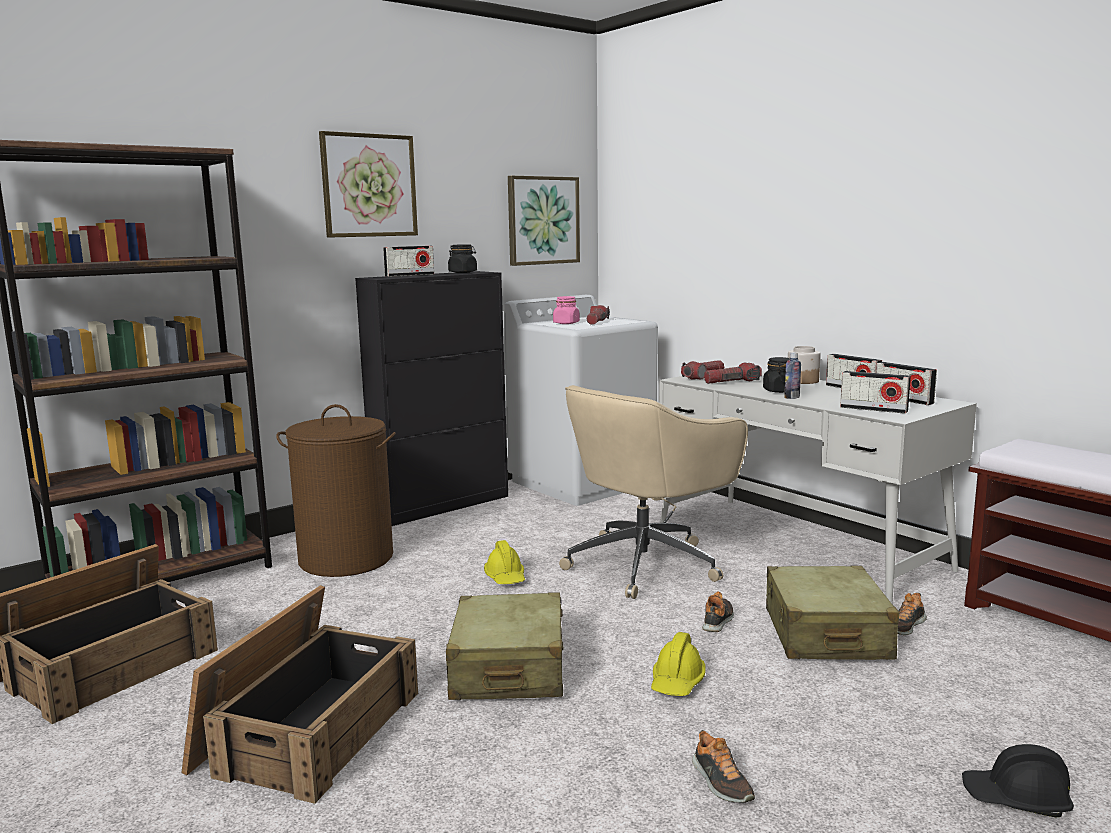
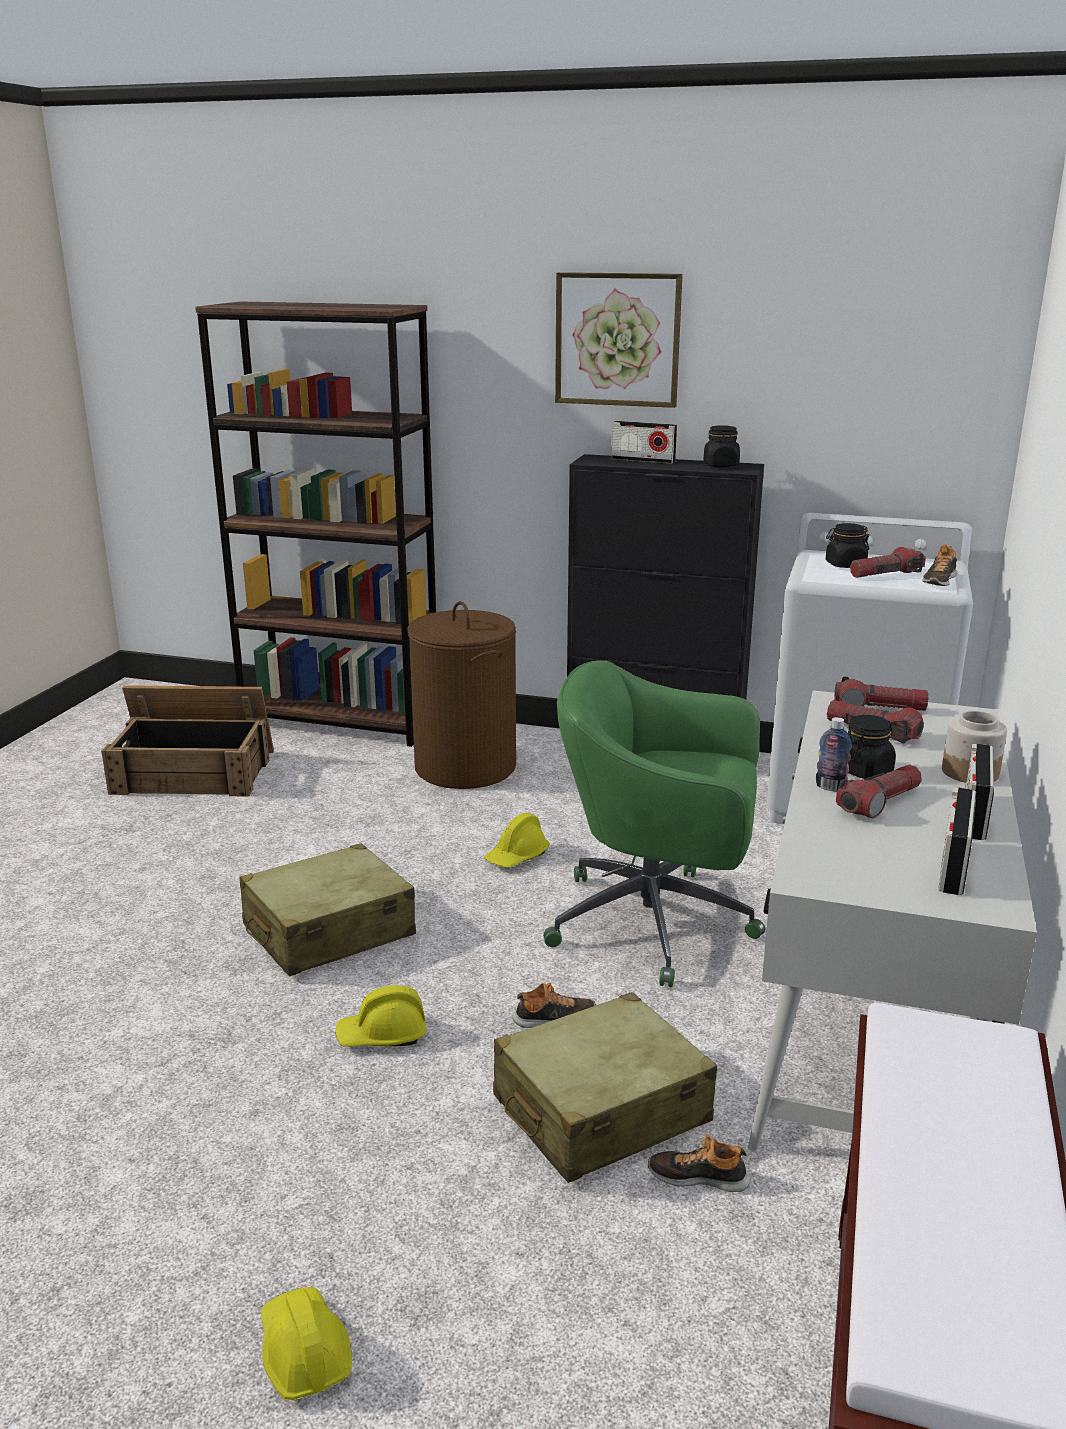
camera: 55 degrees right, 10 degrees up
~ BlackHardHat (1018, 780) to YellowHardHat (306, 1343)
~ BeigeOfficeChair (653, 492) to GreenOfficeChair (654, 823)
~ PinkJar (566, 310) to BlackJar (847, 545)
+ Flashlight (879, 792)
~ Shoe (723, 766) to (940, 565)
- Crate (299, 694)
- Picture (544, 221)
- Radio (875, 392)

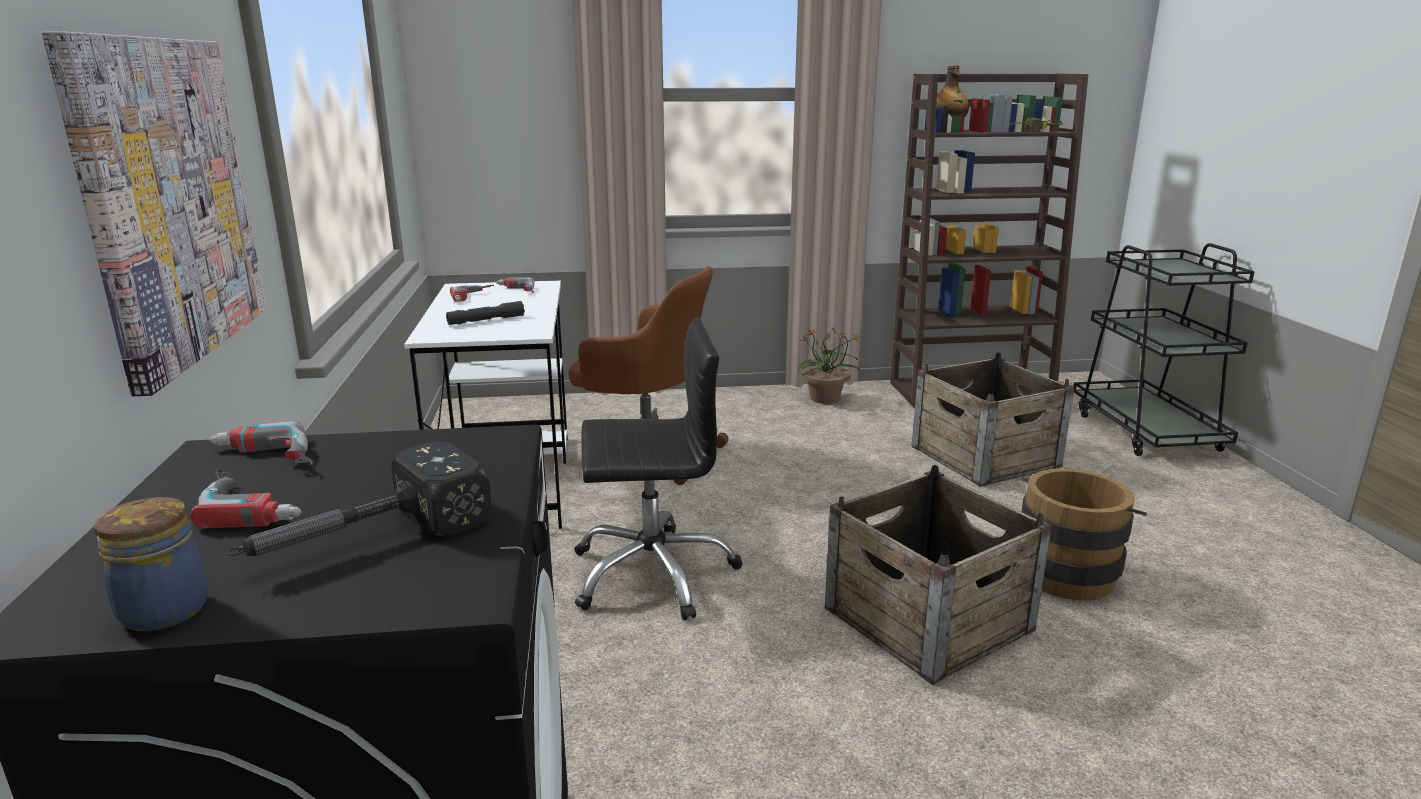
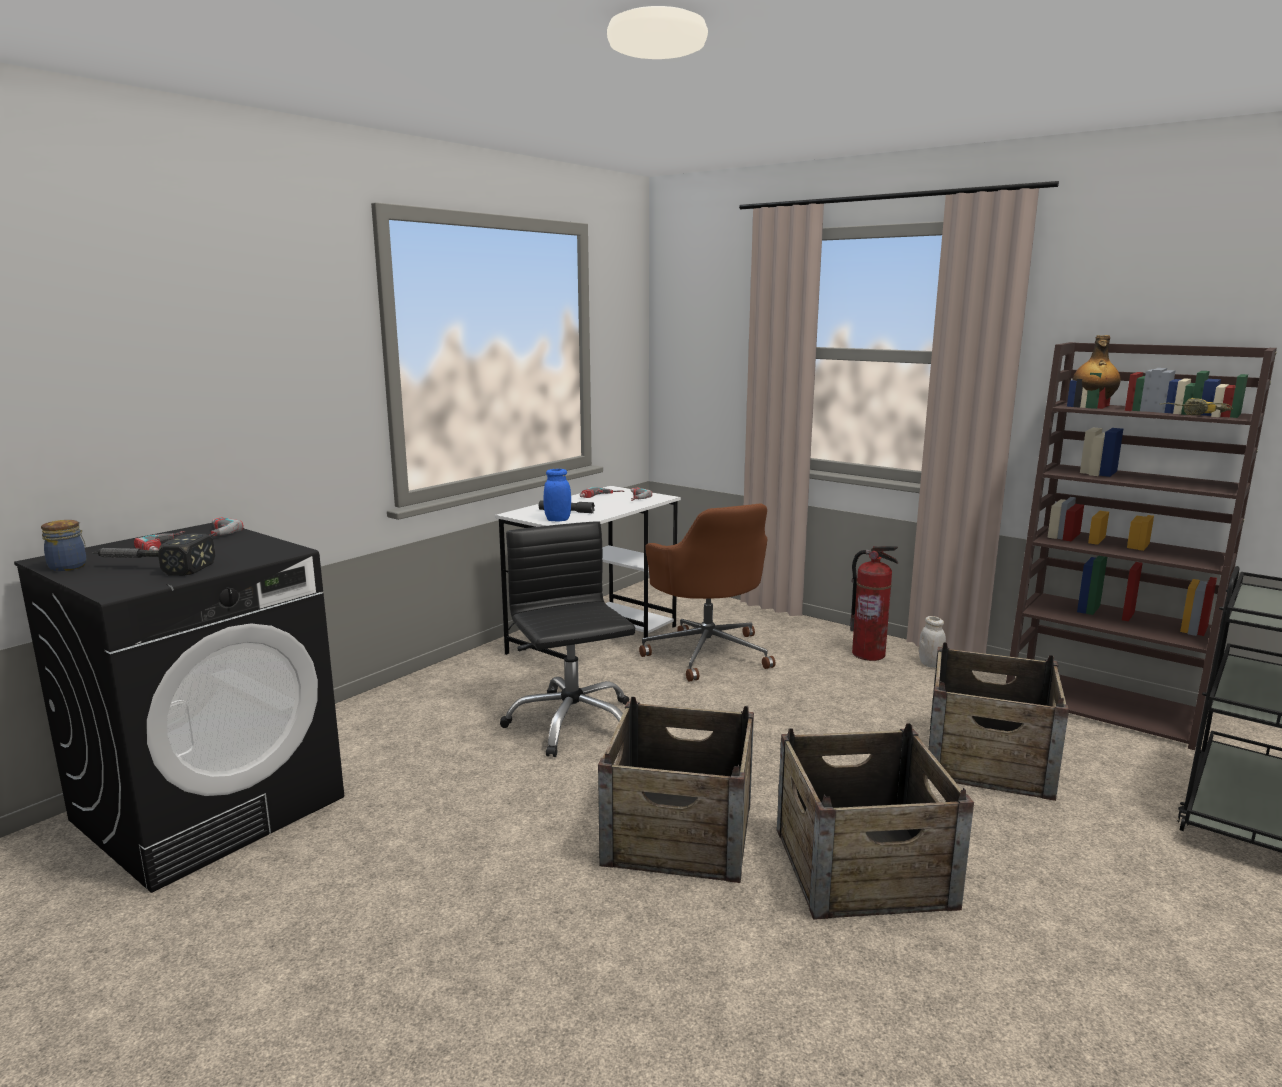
camera: 45 degrees right, 5 degrees down
~ BlackOfficeChair (658, 469) = (567, 639) 150 degrees counterclockwise
+ BlueJar (557, 495)
~ BrownBucket (1084, 534) to Crate (875, 821)
+ FireExtinguisher (874, 603)
~ PottedPlant (829, 366) to WhiteJar (932, 642)
- Picture (154, 213)

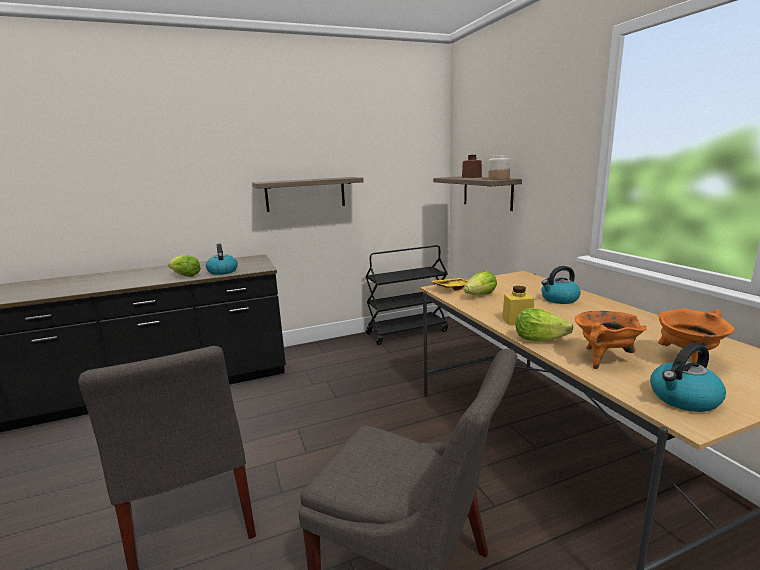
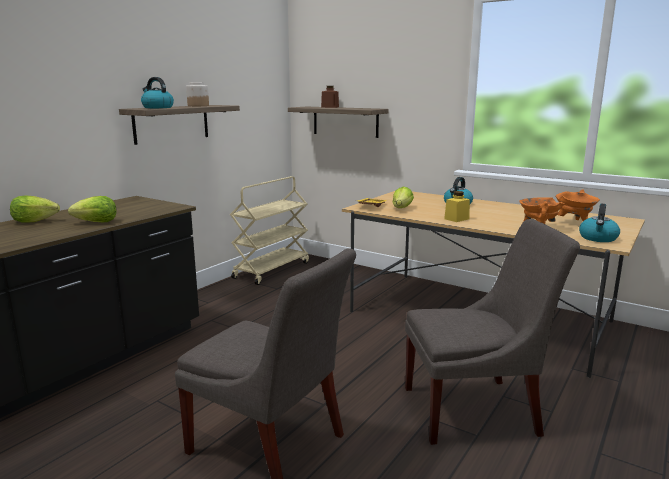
camera: 35 degrees left, 0 degrees up
~ Lettuce (544, 325) to (35, 209)
~ Kettle (222, 259) to (157, 92)
~ Jar (499, 167) to (197, 94)
~ BlackCart (407, 295) to BeigeCart (269, 230)

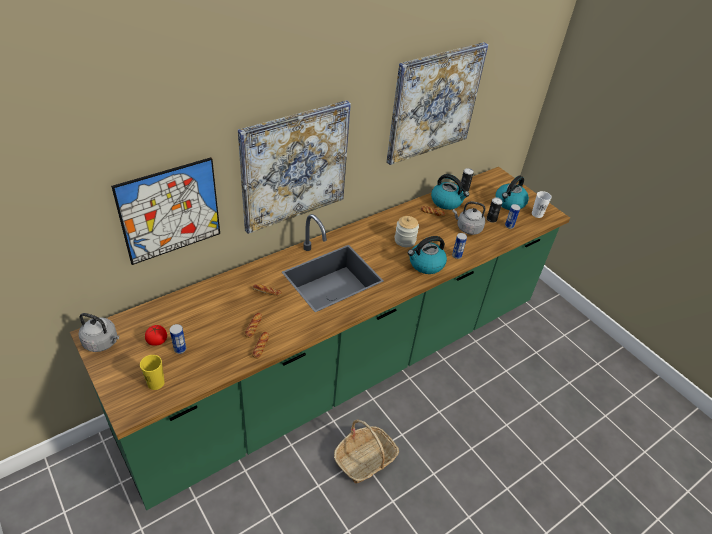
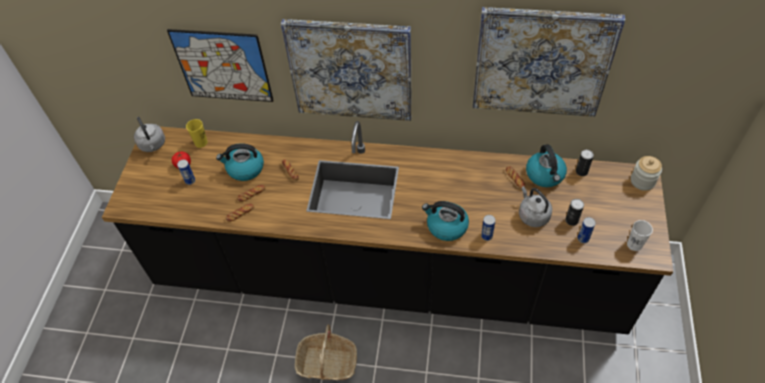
camera: 50 degrees right, 10 degrees up
~ GreenCounter (320, 338) to BlackCounter (387, 227)
~ YellowCup (152, 372) to (197, 133)
~ Kettle (512, 193) to (240, 162)
~ Jar (407, 231) to (646, 173)

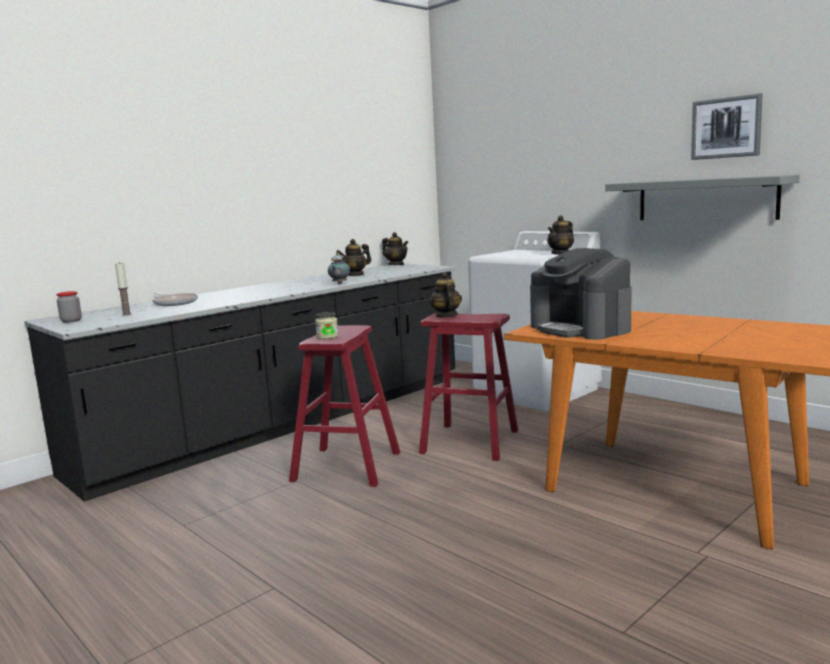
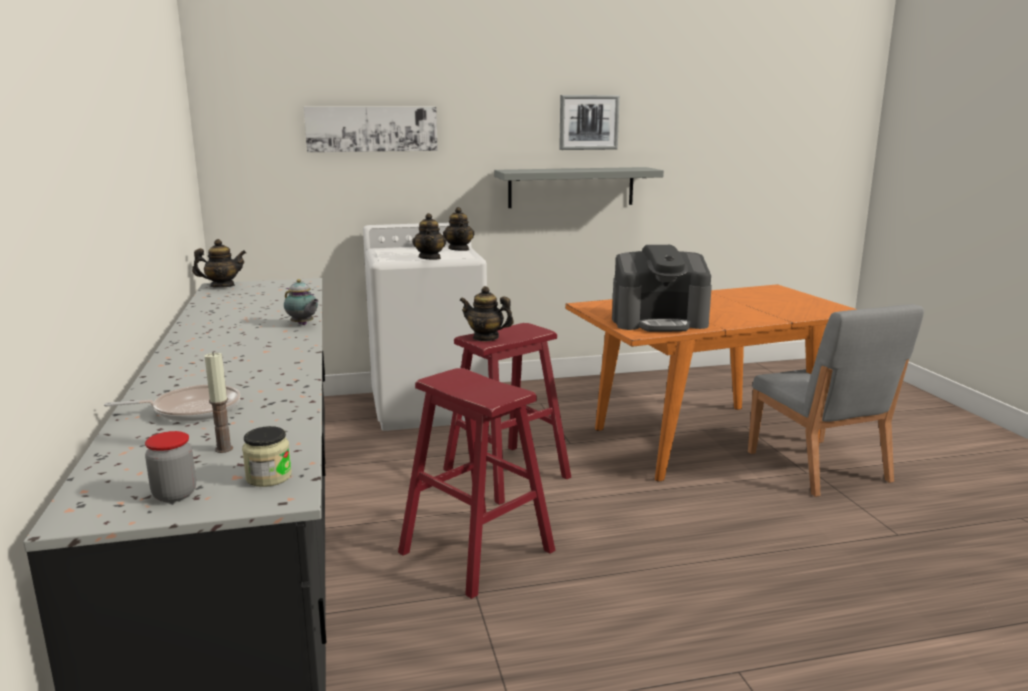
camera: 60 degrees left, 5 degrees up
~ Jar (326, 325) to (267, 456)
+ Picture (371, 129)
~ Teapot (353, 257) to (429, 236)
+ GreyChair (836, 400)

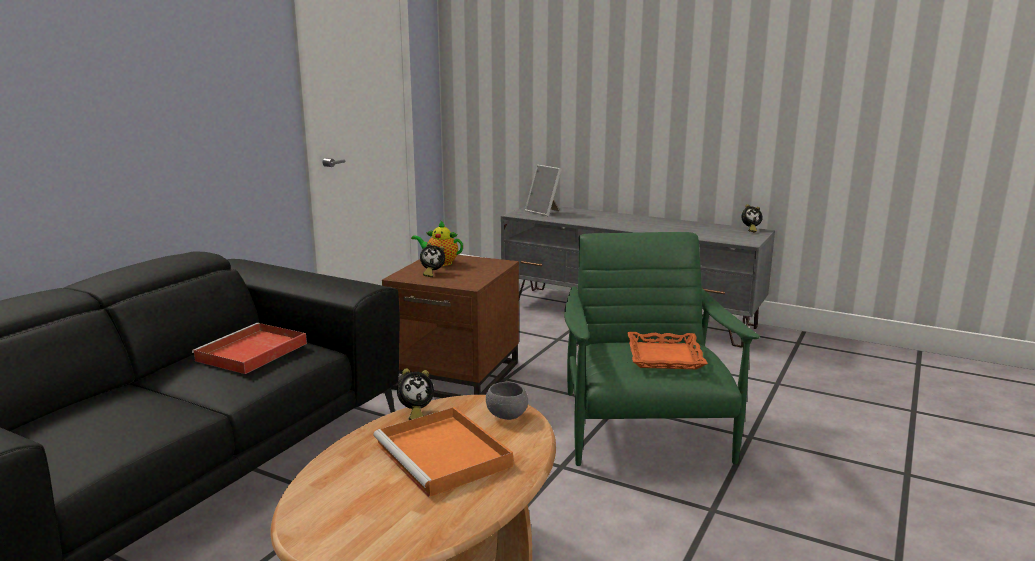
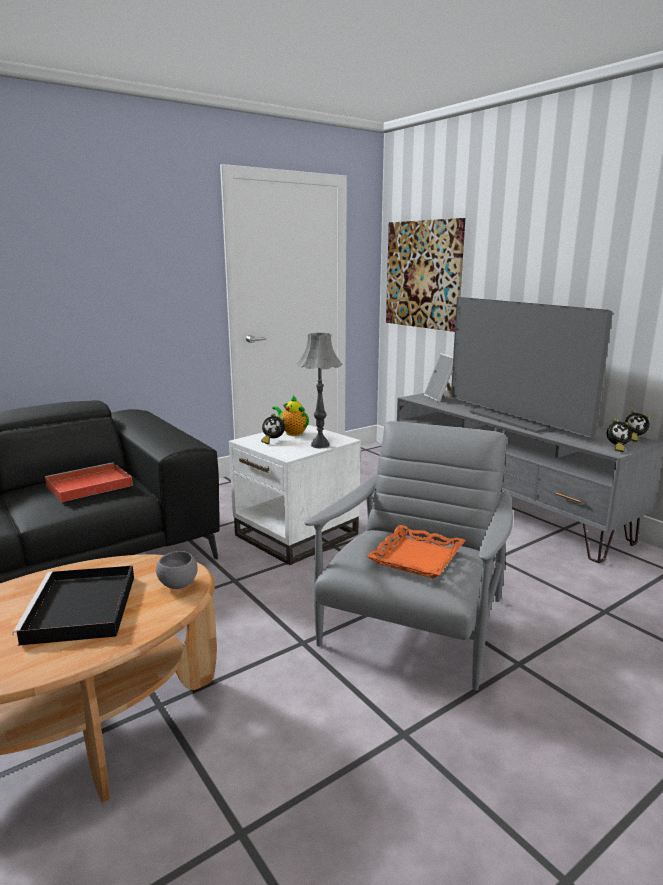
camera: 25 degrees right, 0 degrees up
~ OrangeTray (443, 452) to BlackTray (73, 605)
~ BrownSideTable (450, 326) to WhiteSideTable (295, 495)
+ GreyTableLamp (319, 390)
~ GreenArmchair (662, 349) to GreyArmchair (409, 556)
+ Picture (425, 275)
+ Television (532, 367)
~ AlarmClock (415, 394) to (619, 435)

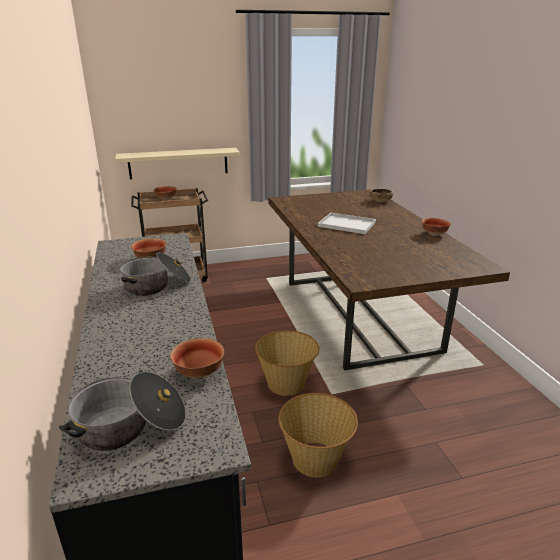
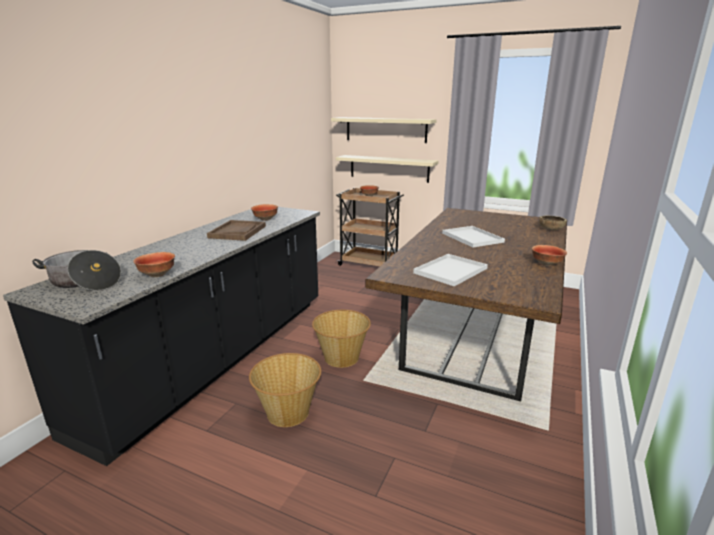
camera: 40 degrees right, 5 degrees down
~ CookingPot (155, 274) to BrownTray (236, 230)
+ BeigeShelf (384, 130)
+ WhiteTray (450, 270)

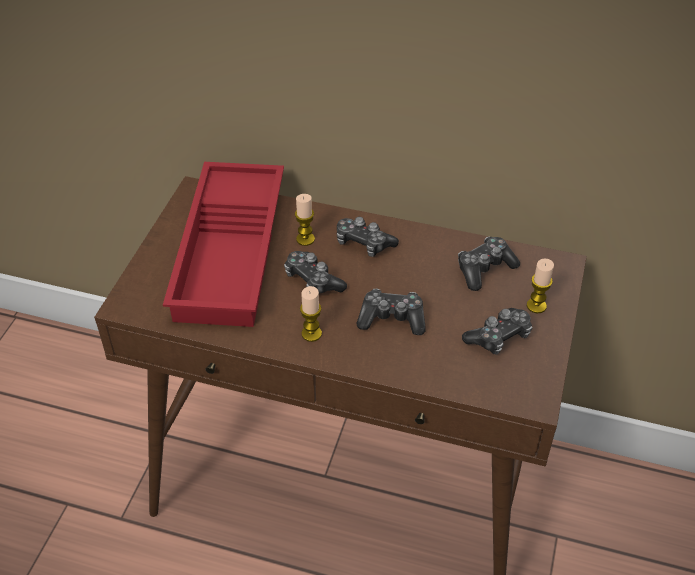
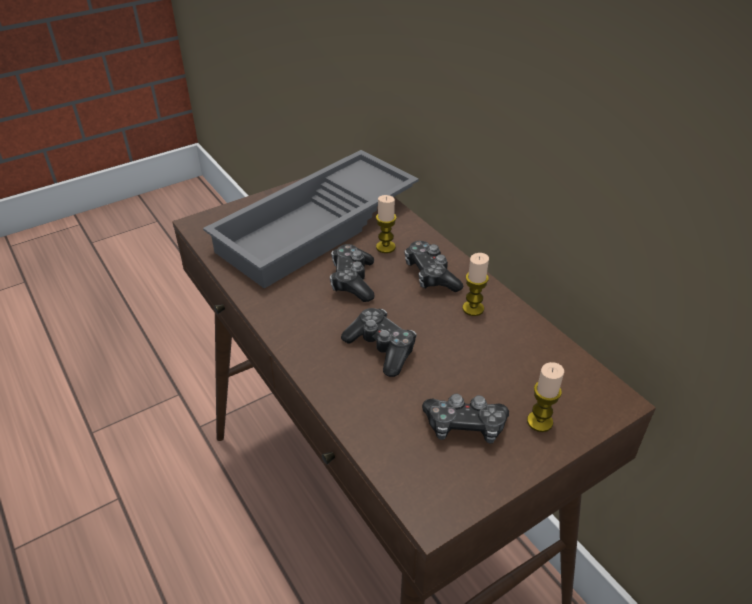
camera: 40 degrees right, 5 degrees down
~ RedTray (223, 244) to GreyTray (311, 219)
~ Candle (311, 314) to (475, 284)
- GameController (489, 263)

